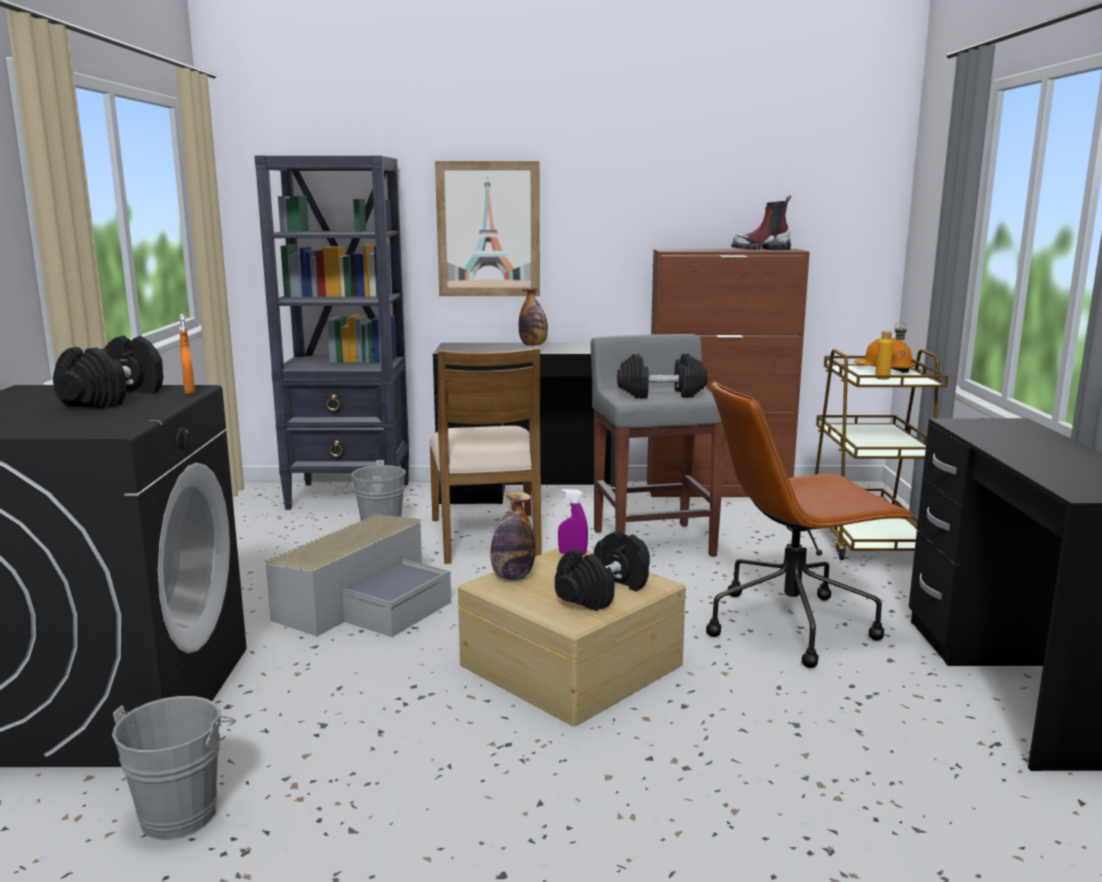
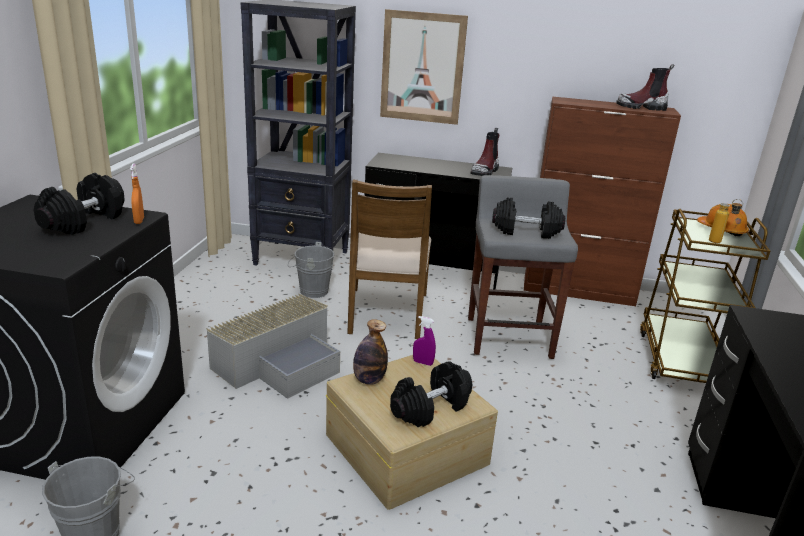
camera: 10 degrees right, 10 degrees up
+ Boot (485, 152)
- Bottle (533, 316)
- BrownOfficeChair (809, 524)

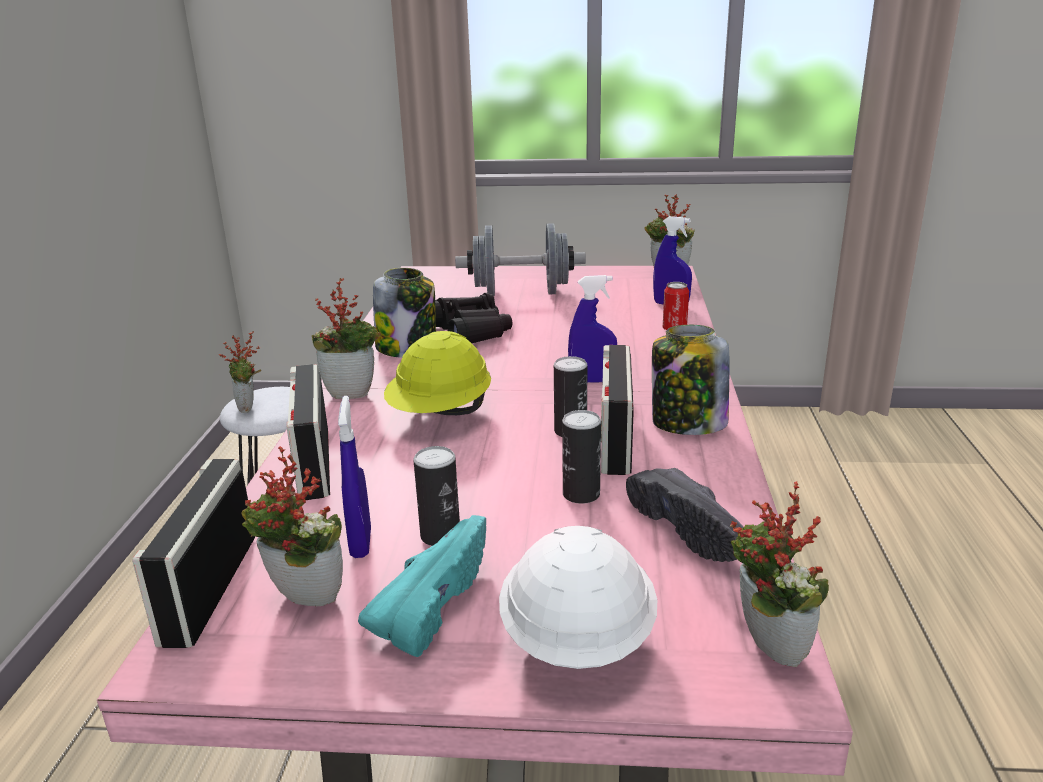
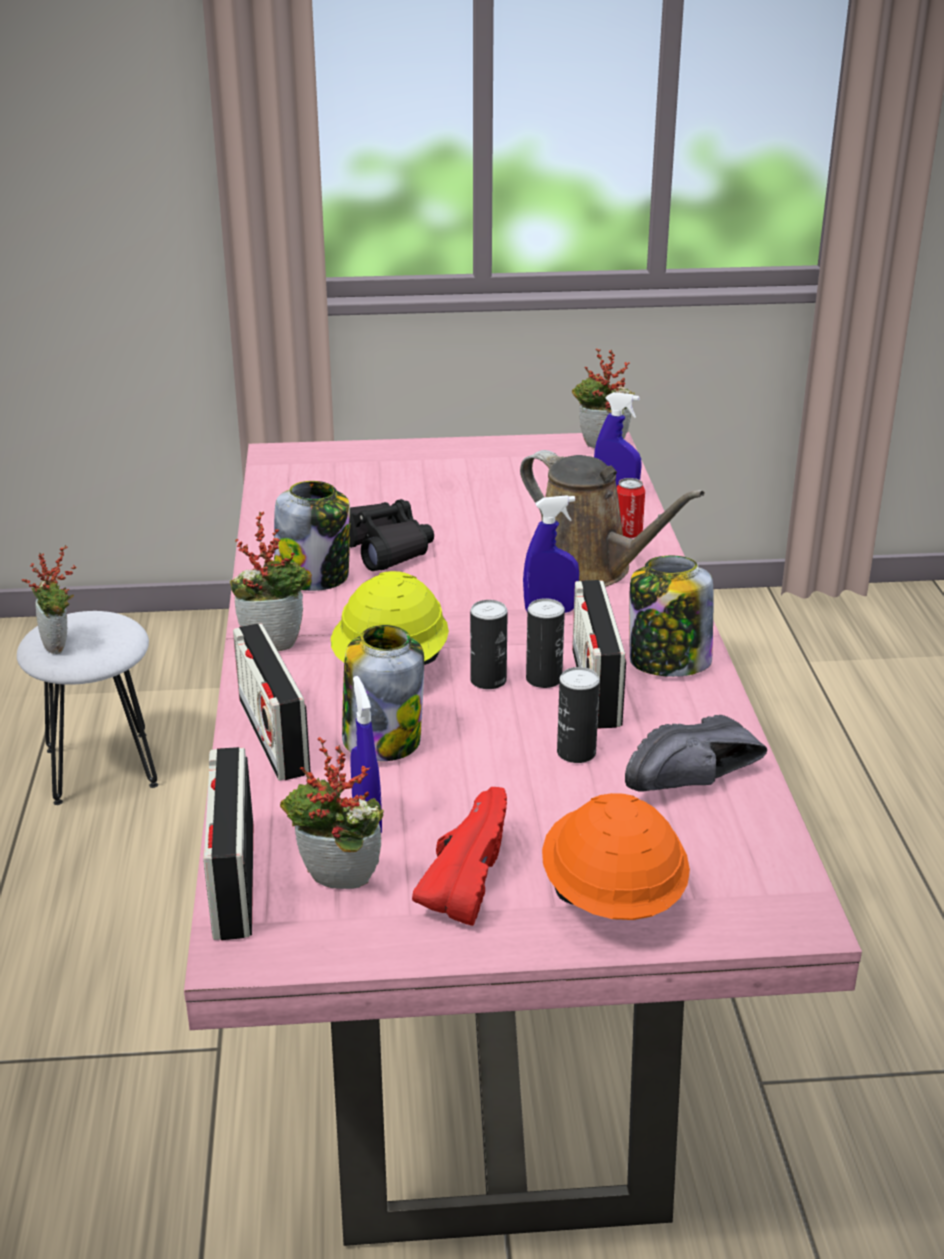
camera: 10 degrees left, 5 degrees up
+ Jar (383, 693)
~ TurquoiseShoe (422, 586) to RedShoe (459, 856)
~ Can (437, 496) to (489, 644)
+ BrownWateringCan (612, 518)
~ WhiteHardHat (578, 597) to OrangeHardHat (616, 856)
~ BlackShoe (685, 515) = (696, 753) 90 degrees clockwise
- GreyDumbbell (520, 259)
- PottedPlant (779, 574)

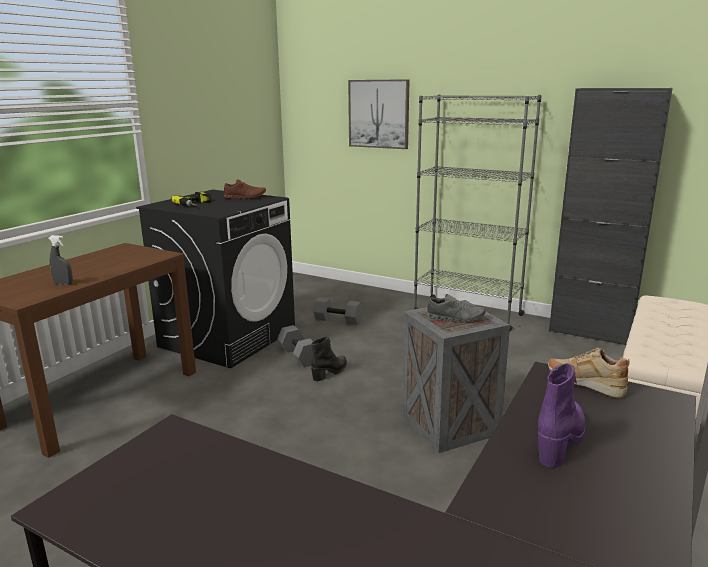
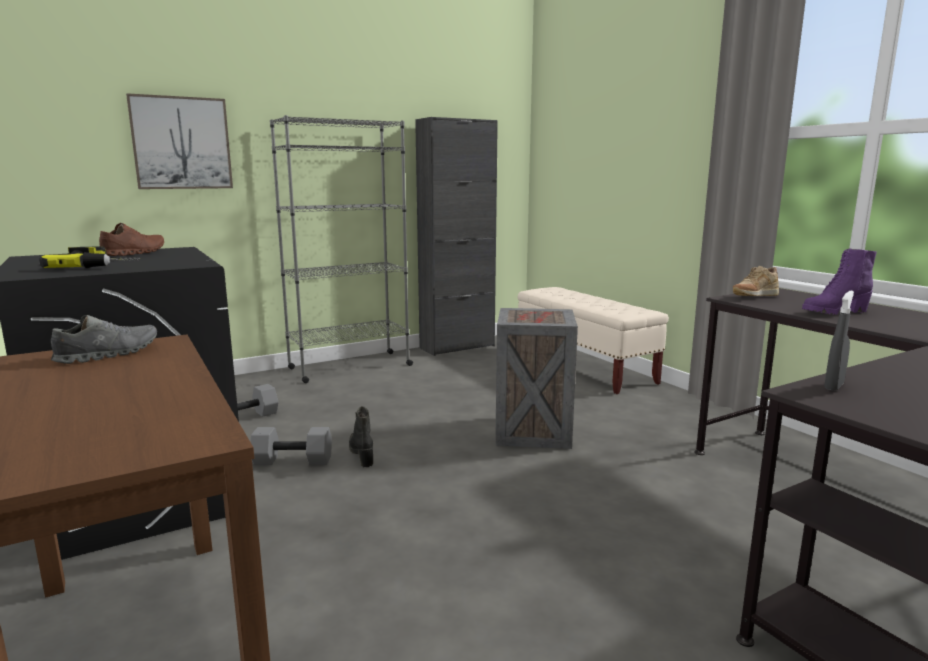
camera: 60 degrees left, 5 degrees down
~ GreyShoe (456, 308) to (104, 339)
~ PurpleBoot (561, 415) = (839, 282) 75 degrees counterclockwise
~ GreySprayBottle (61, 260) to (839, 341)

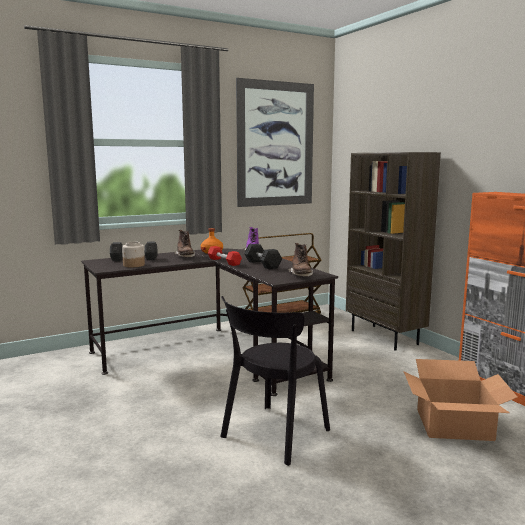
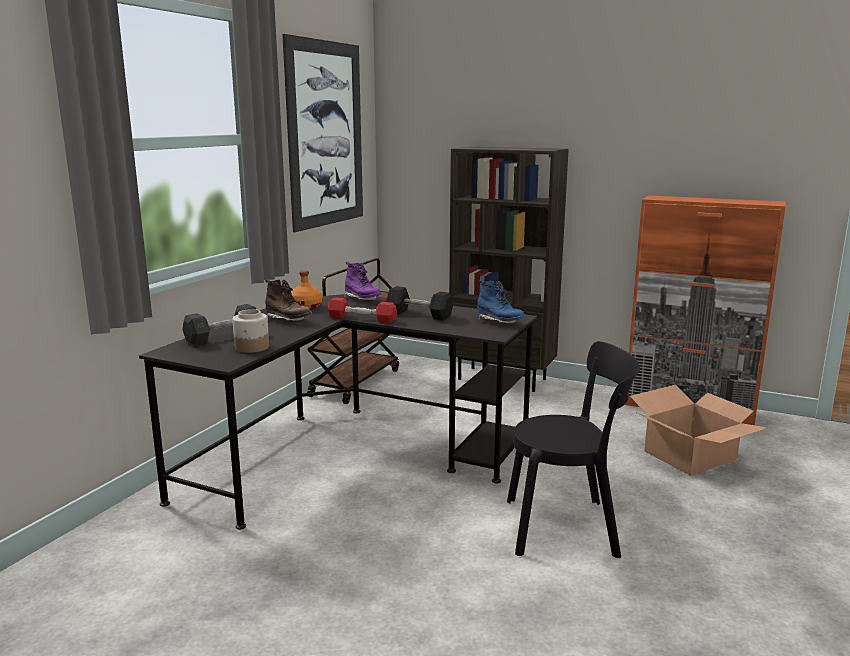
camera: 35 degrees left, 5 degrees up
~ BrownBoot (300, 260) to BlueBoot (501, 302)
~ BlackChair (275, 381) = (573, 449) 90 degrees counterclockwise

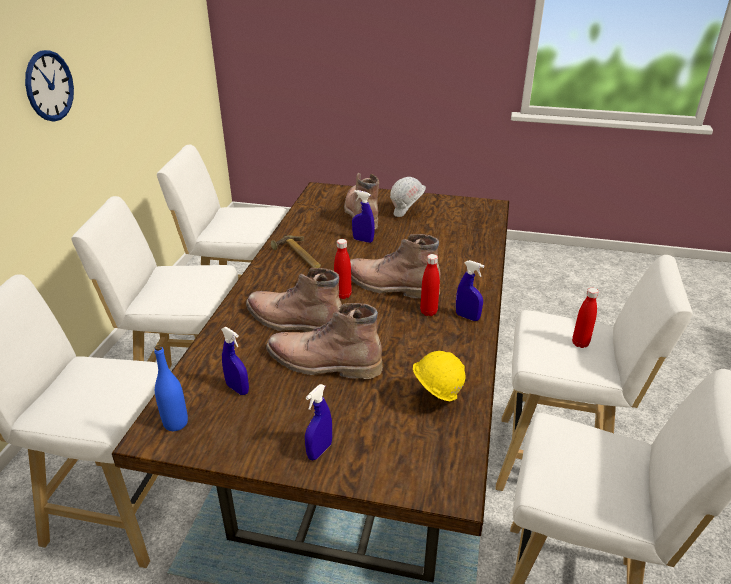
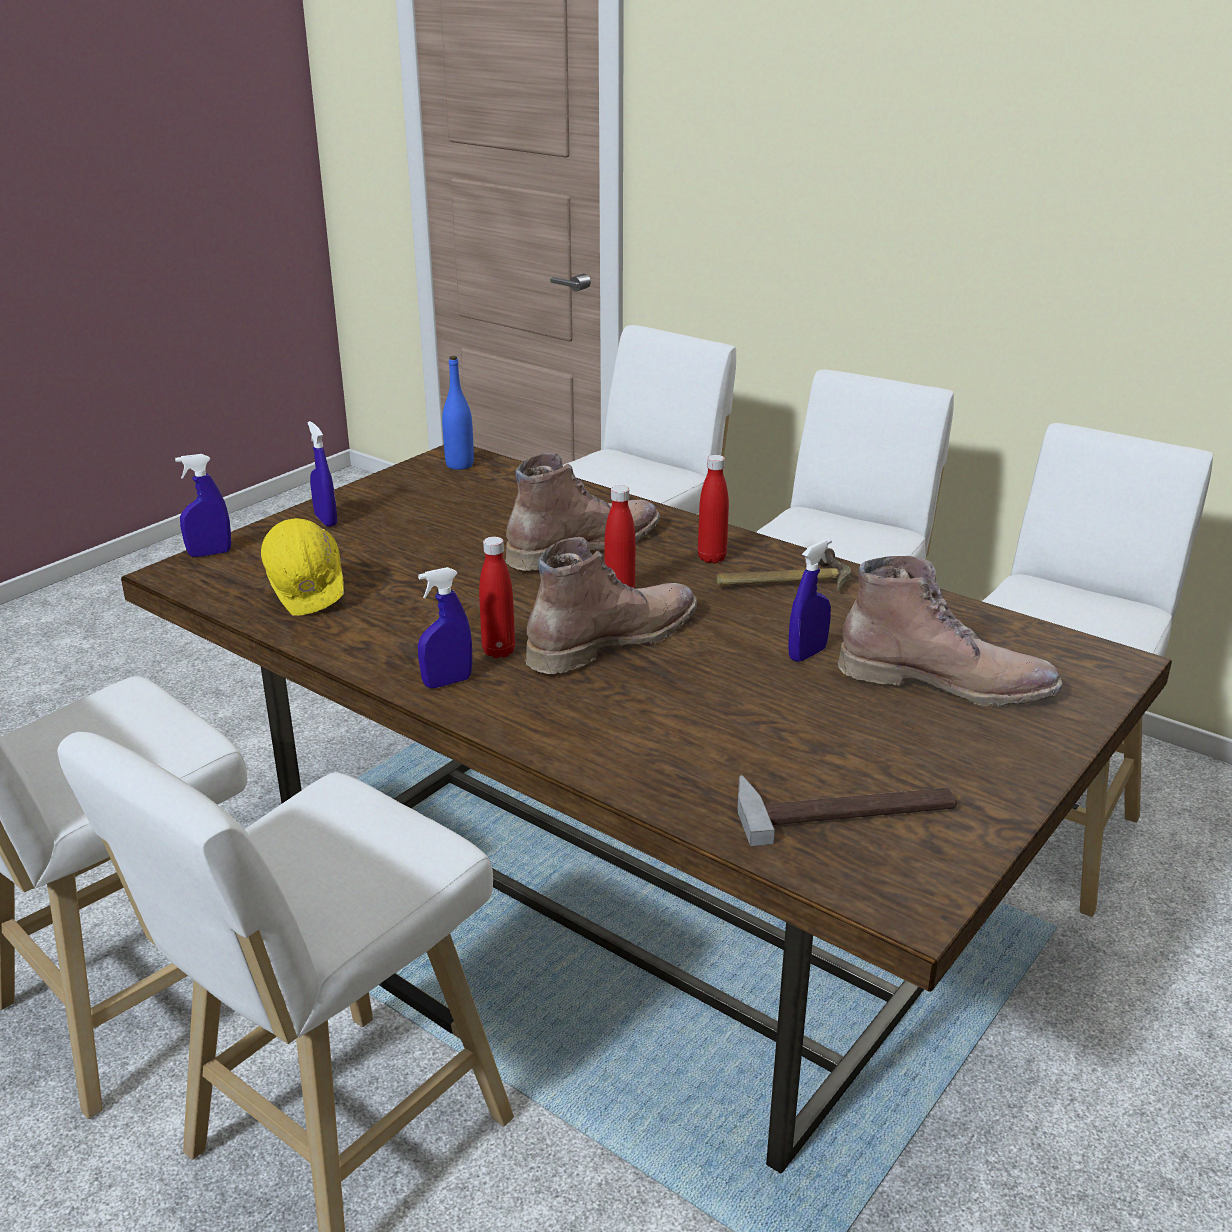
camera: 115 degrees right, 5 degrees down
~ BlueSprayBottle (235, 361) to (203, 505)
~ RedBottle (585, 318) to (713, 509)
+ Hammer (847, 810)
- WallClock (49, 85)
- BrownBoot (324, 341)
- WhiteHardHat (408, 197)

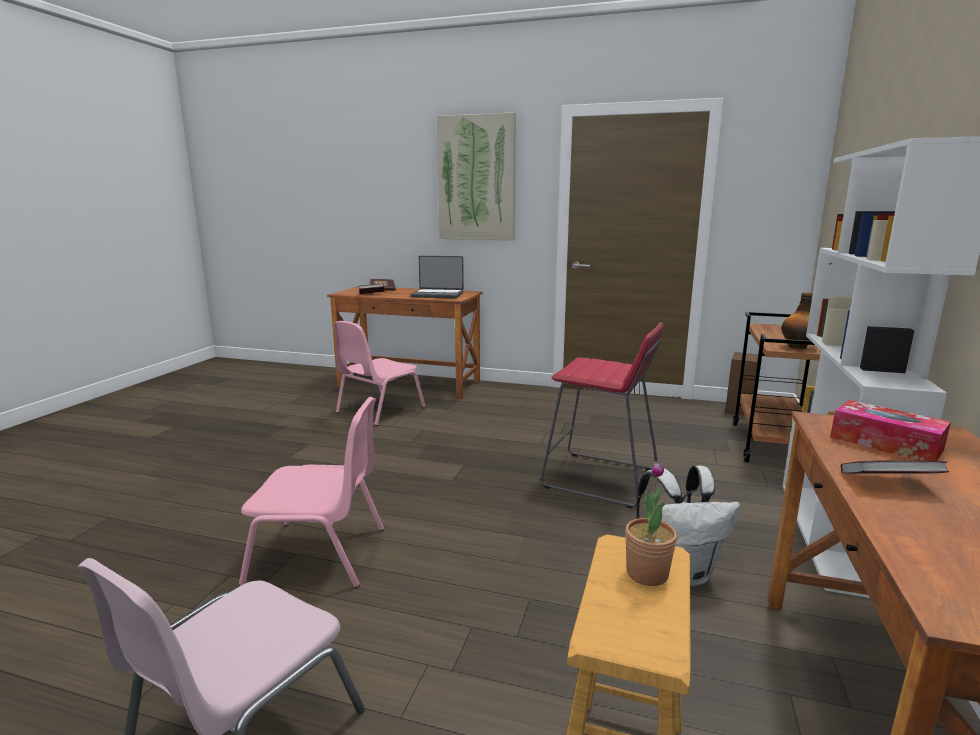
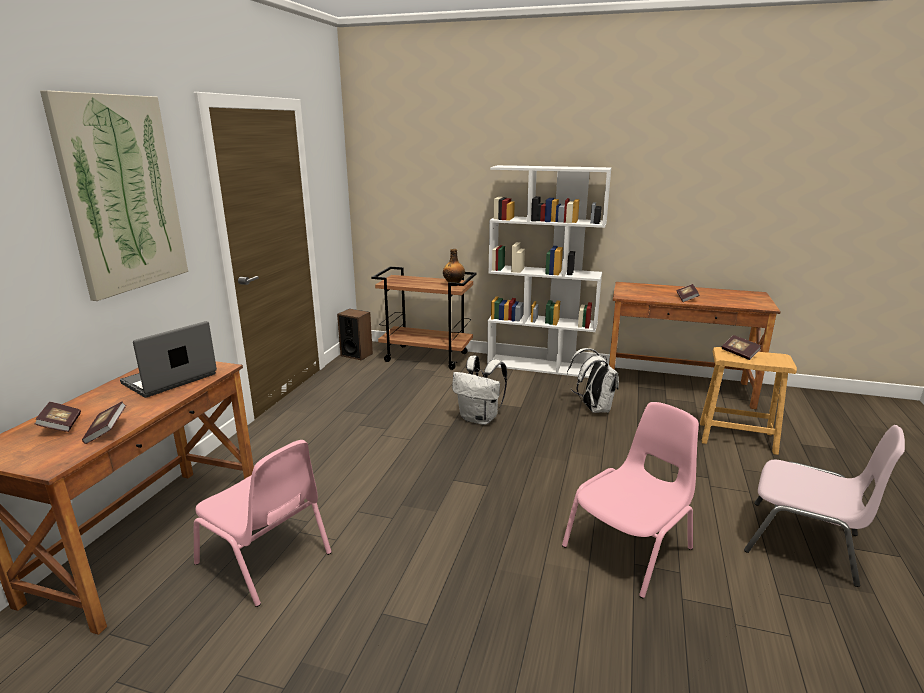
camera: 90 degrees left, 5 degrees up
~ Laptop (437, 277) = (168, 359) 150 degrees counterclockwise
~ RedStool (602, 416) to WhiteBackpack (479, 390)
~ PinkChair (311, 492) = (630, 500) 45 degrees clockwise
~ PottedPlant (651, 523) to Book (741, 347)
- TissueBox (890, 430)

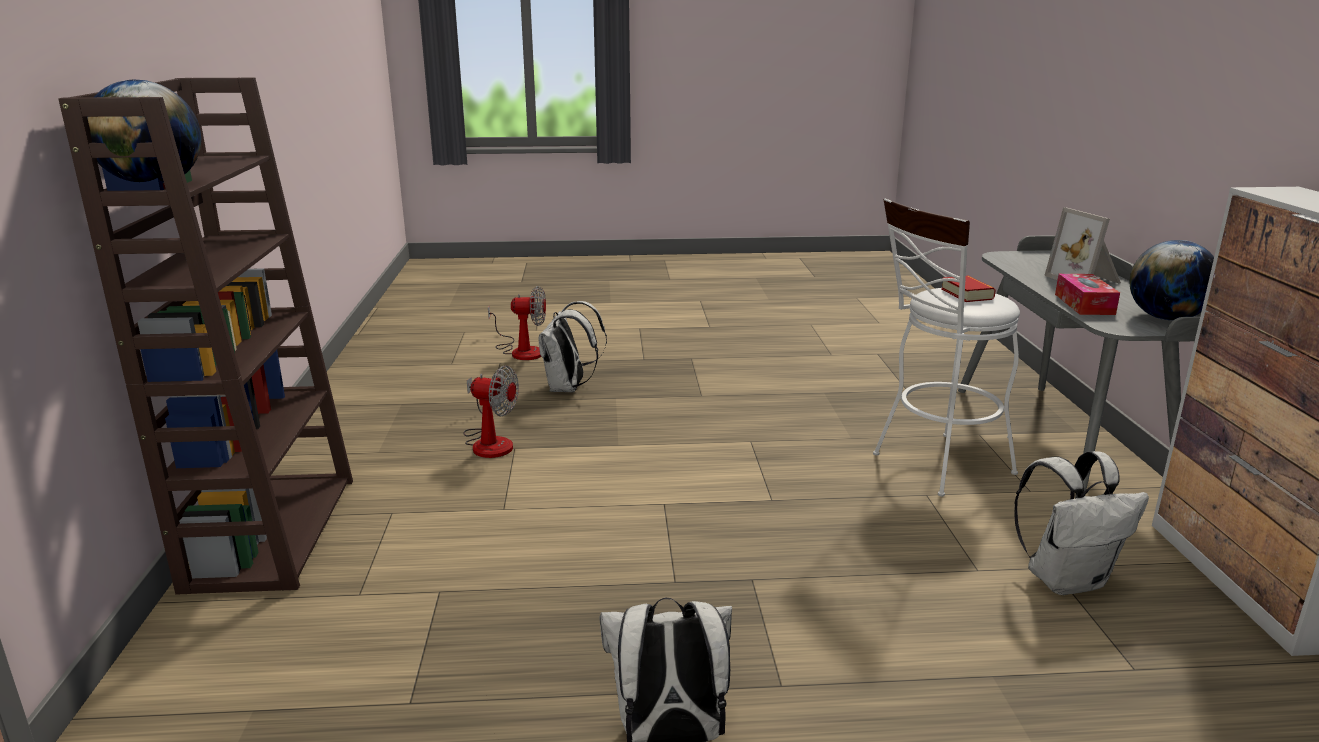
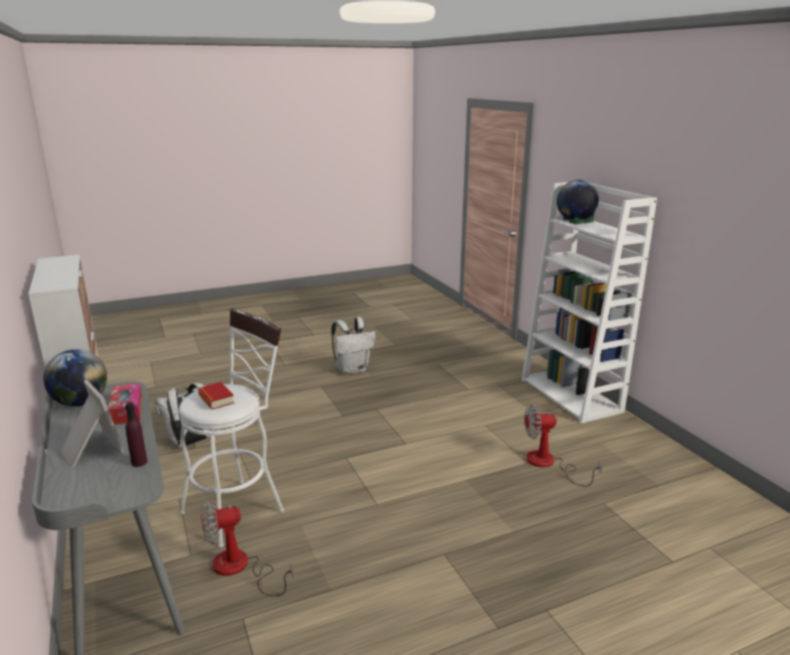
camera: 160 degrees right, 0 degrees up
+ PurpleBottle (136, 434)
~ Fan (517, 323) to (247, 547)
~ BrownBookcase (205, 336) to WhiteBookcase (589, 303)
- WhiteBackpack (573, 346)

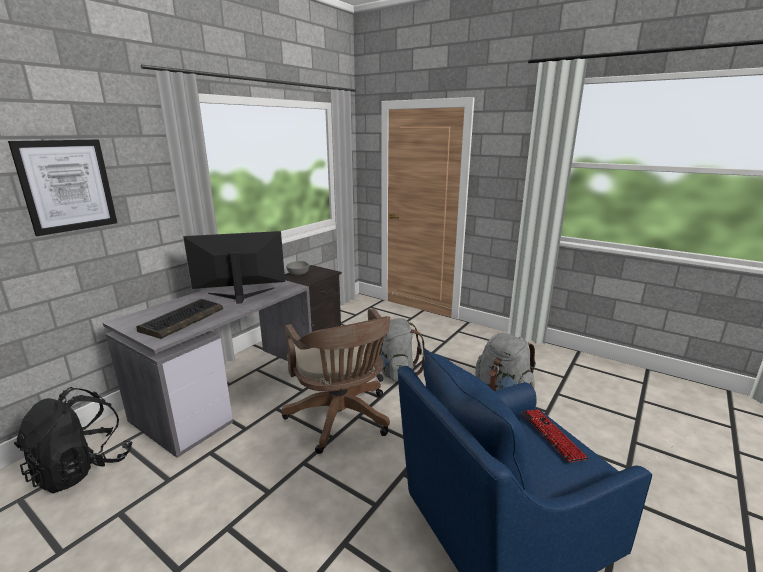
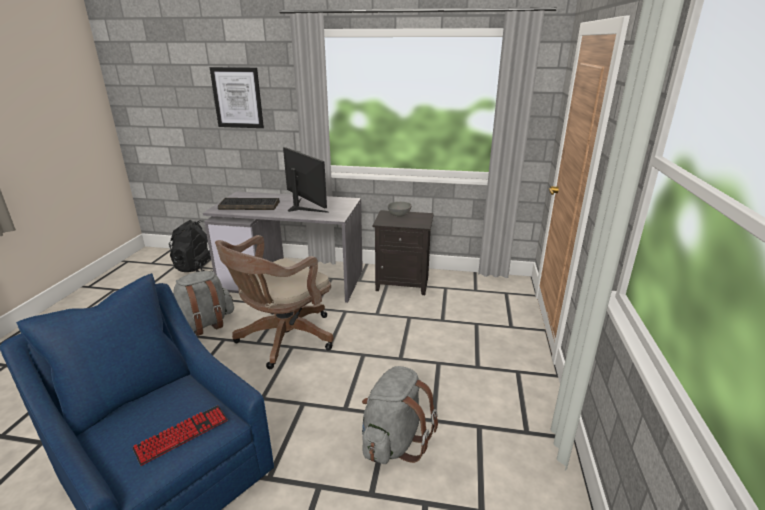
camera: 65 degrees right, 5 degrees up
~ GreyBackpack (402, 350) to (203, 303)

